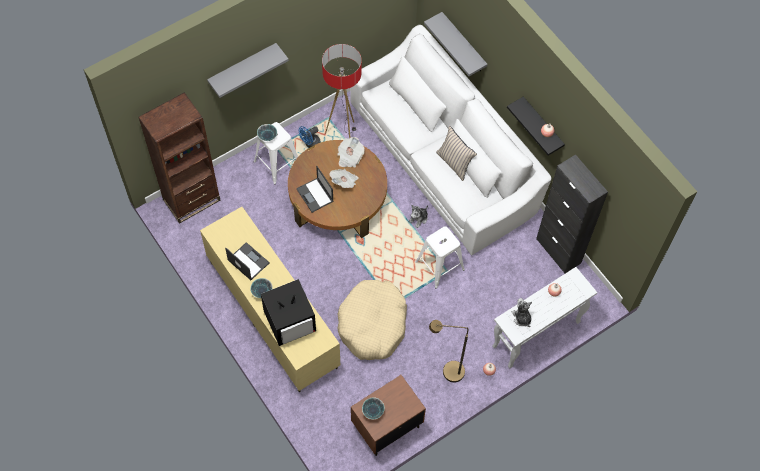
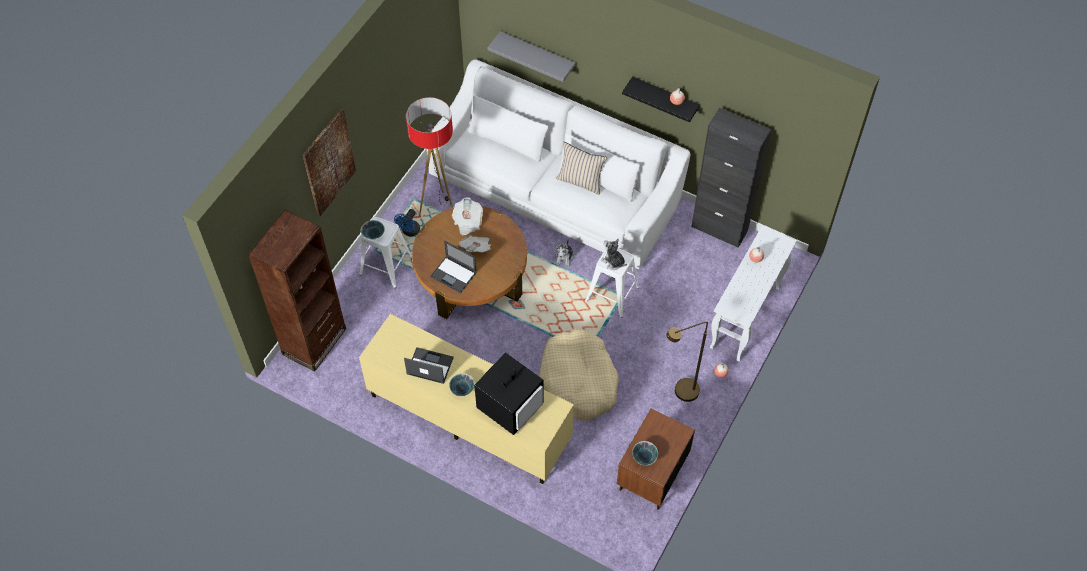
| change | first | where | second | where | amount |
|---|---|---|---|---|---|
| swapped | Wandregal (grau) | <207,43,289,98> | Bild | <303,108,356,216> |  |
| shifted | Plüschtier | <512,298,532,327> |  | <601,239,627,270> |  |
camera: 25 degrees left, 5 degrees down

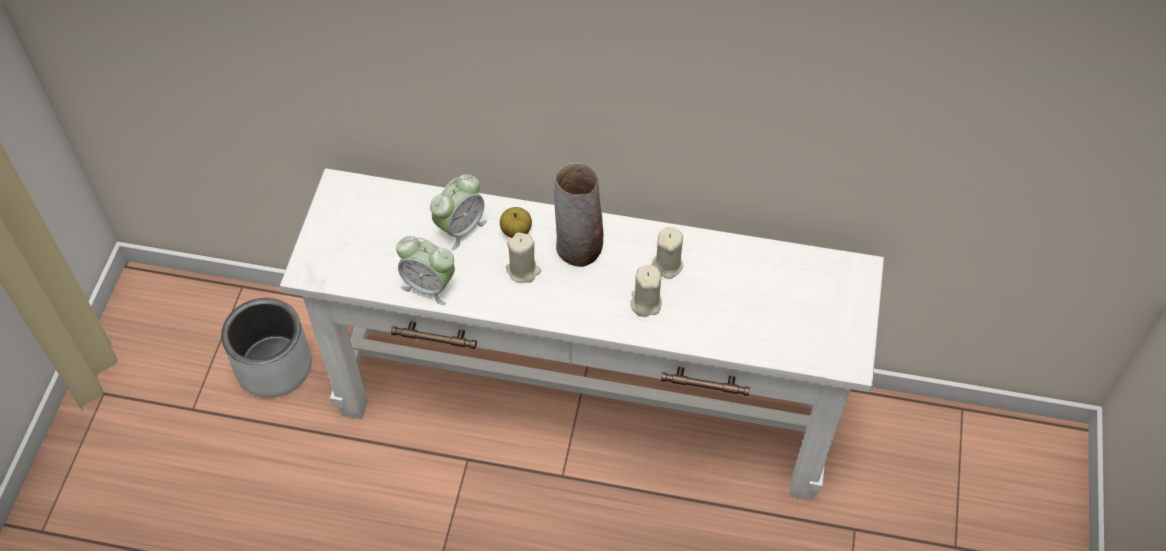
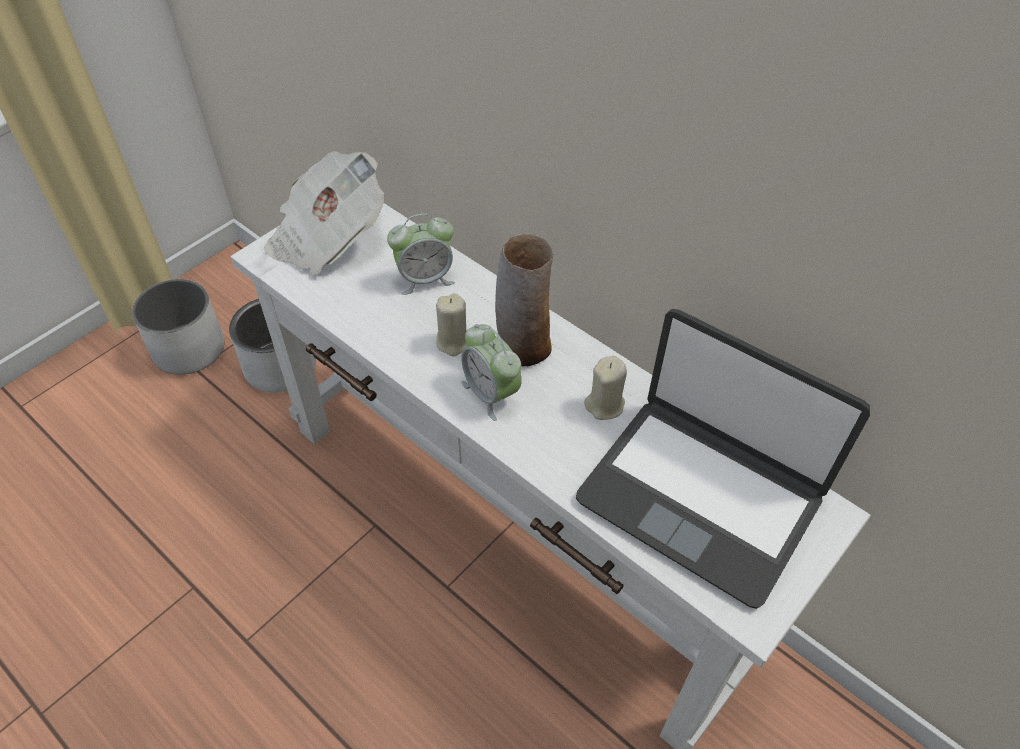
| change | first | where | second | where | amount |
|---|---|---|---|---|---|
| shifted | Wecker | <396,236,455,305> |  | <461,324,522,421> |  |
| gone | Apfel | <500,207,532,238> |  |  |  |
| gone | Kerze (beige) | <630,265,662,317> |  |  |  |
| new |  |  | Pflanzkübel (weiß) | <132,279,225,375> |  |
| new |  |  | Zeitung | <264,151,384,274> |  |
| new |  |  | Laptop | <576,309,870,609> |  |
camera: 30 degrees right, 5 degrees down

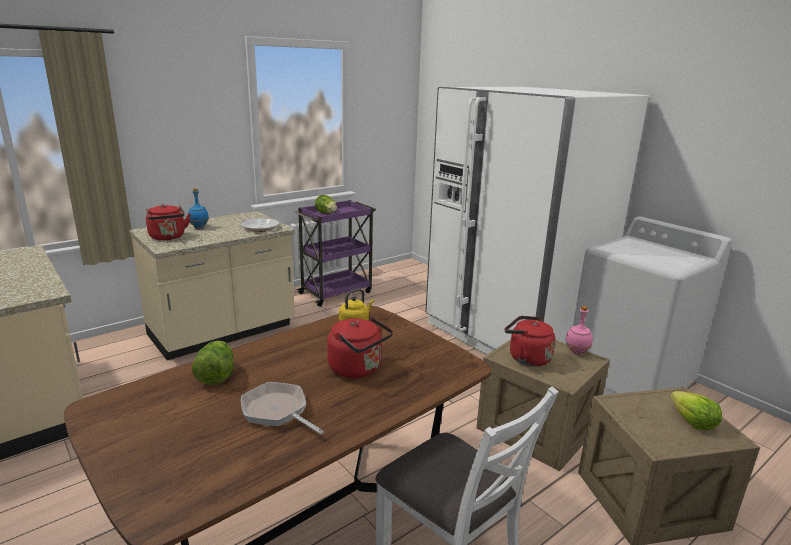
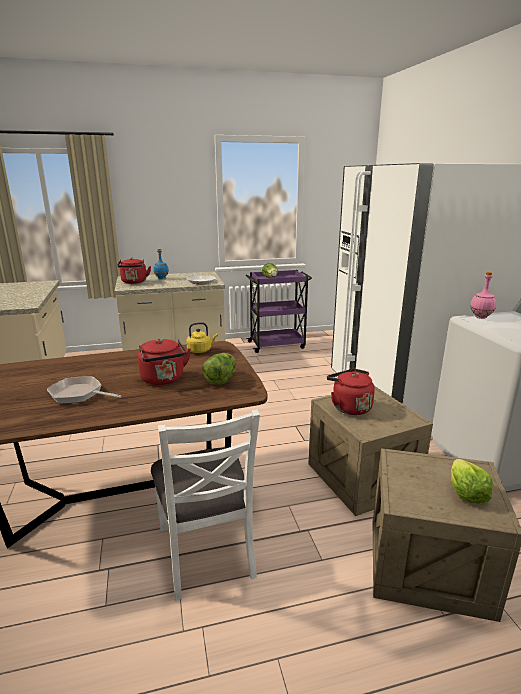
| change | first | where | second | where | amount |
|---|---|---|---|---|---|
| shifted | Salatkopf | <192,341,234,385> |  | <202,353,236,385> |  |
| rotated | Pfanne | <241,382,324,434> |  | <47,376,121,404> | 45 degrees counterclockwise |
| shifted | Flasche (rosa) | <565,306,593,355> |  | <470,272,496,319> |  |
camera: 25 degrees right, 0 degrees up

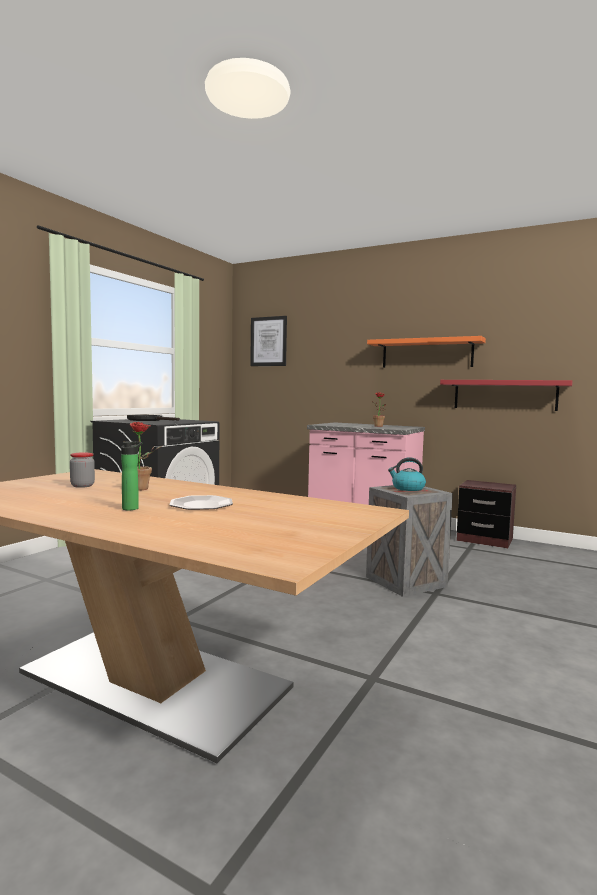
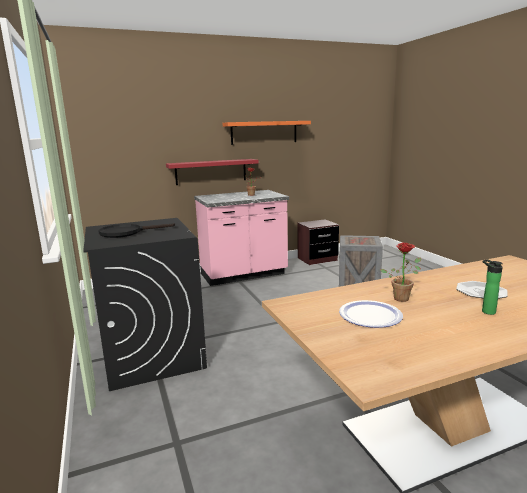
| change | first | where | second | where | amount |
|---|---|---|---|---|---|
| swapped | Vorratsglas | <70,452,95,488> | Teller | <339,300,403,328> |  |
| gone | Bild | <250,316,287,366> |  |  |  |
| gone | Wasserkessel | <388,457,426,491> |  |  |  |
| shifted | Wandregal (rot) | <440,380,573,411> |  | <166,159,259,185> |  |
camera: 50 degrees left, 10 degrees up

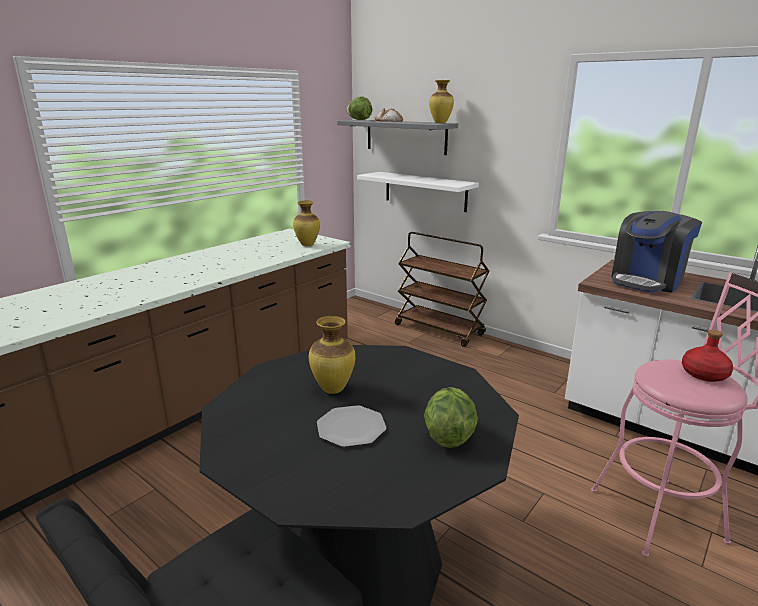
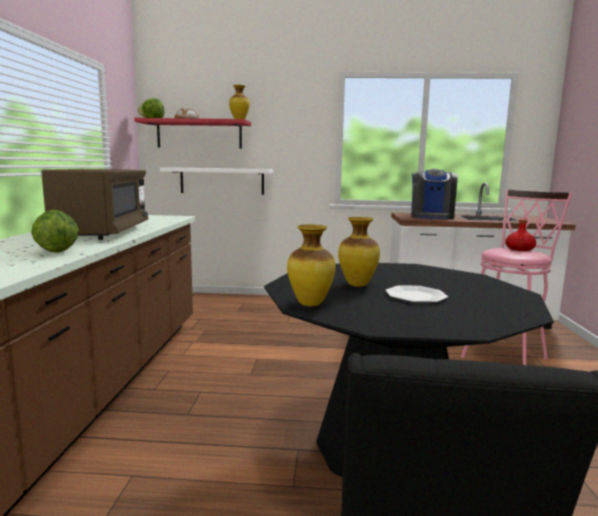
| change | first | where | second | where | amount |
|---|---|---|---|---|---|
| shifted | Vase | <293,201,320,246> |  | <287,225,336,306> |  |
| repainted | Wandregal (grau) | <337,120,458,155> | Wandregal (rot) | <134,118,251,149> |  |
| gone | Rollwagen (braun) | <395,232,489,347> |  |  |  |
| shifted | Salatkopf | <424,387,478,448> |  | <31,210,79,253> |  |
| new |  |  | Mikrowelle (braun) | <41,169,148,240> |  |
camera: 35 degrees left, 10 degrees down

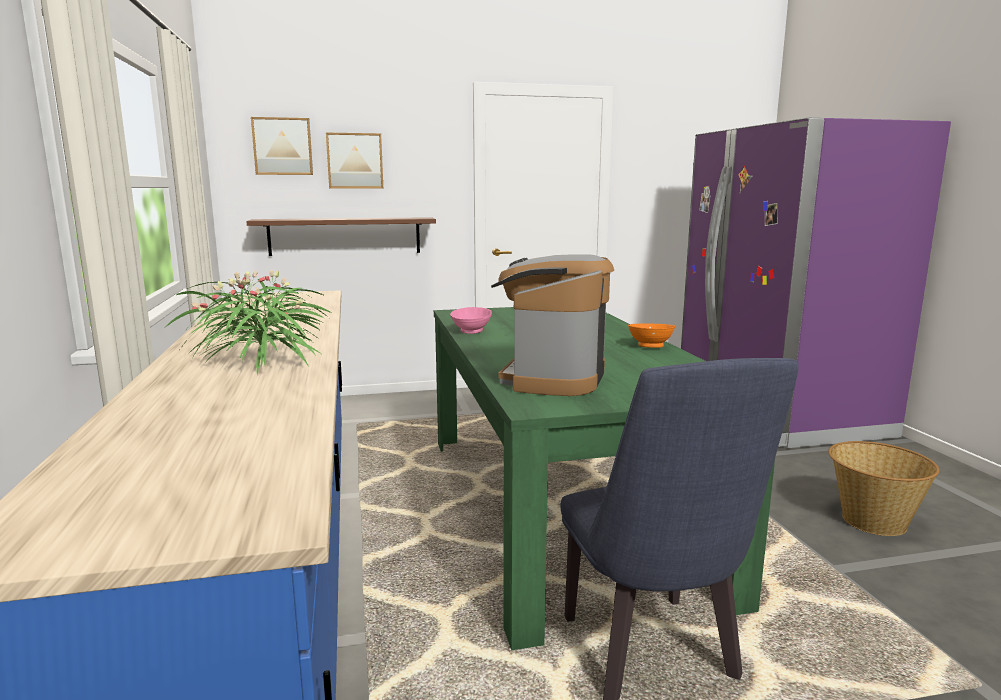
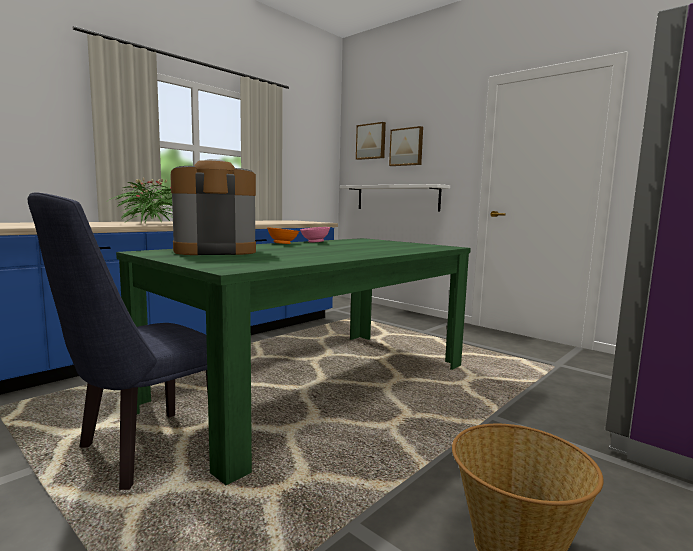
| change | first | where | second | where | amount |
|---|---|---|---|---|---|
| repainted | Wandregal (braun) | <246,217,436,256> | Wandregal (weiß) | <340,184,450,212> |  |
| shifted | Schüssel (orange) | <628,323,675,348> |  | <267,227,299,244> |  |
camera: 55 degrees right, 5 degrees down

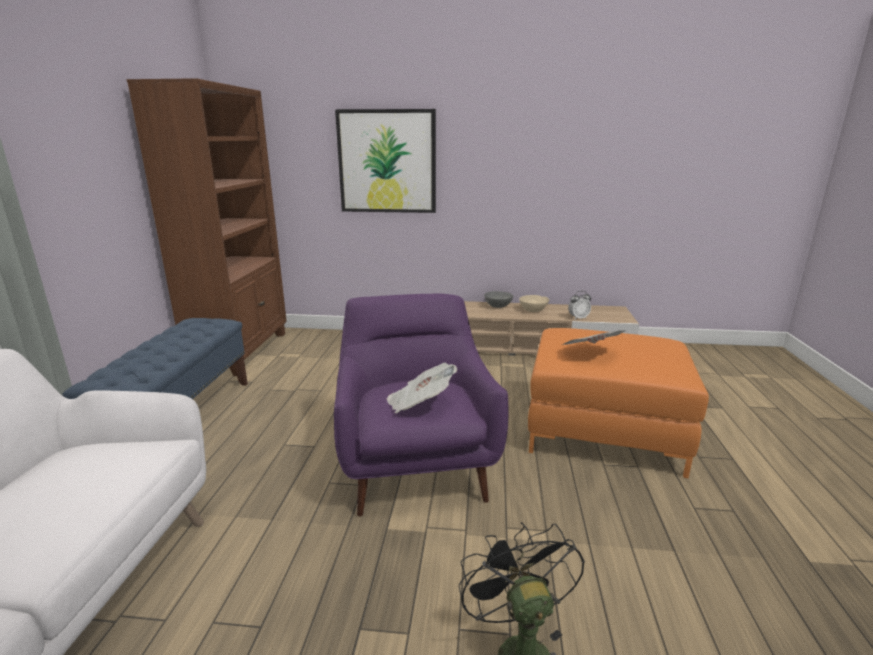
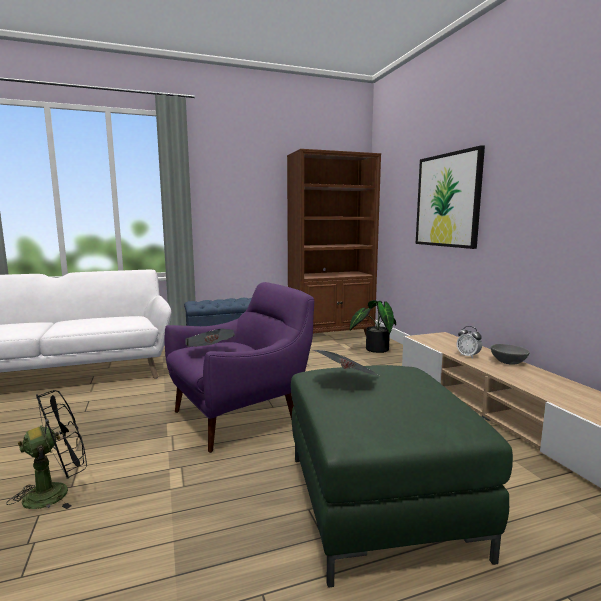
| change | first | where | second | where | amount |
|---|---|---|---|---|---|
| gone | Schüssel (beige) | <519,295,549,312> |  |  |  |
| repainted | Polsterhocker (orange) | <528,328,709,478> | Polsterhocker (grün) | <291,365,513,588> |  |
| shifted | Wecker | <568,291,591,320> |  | <457,326,482,359> |  |
| new |  |  | Topfpflanze | <349,300,396,353> |  |
camera: 65 degrees right, 10 degrees down

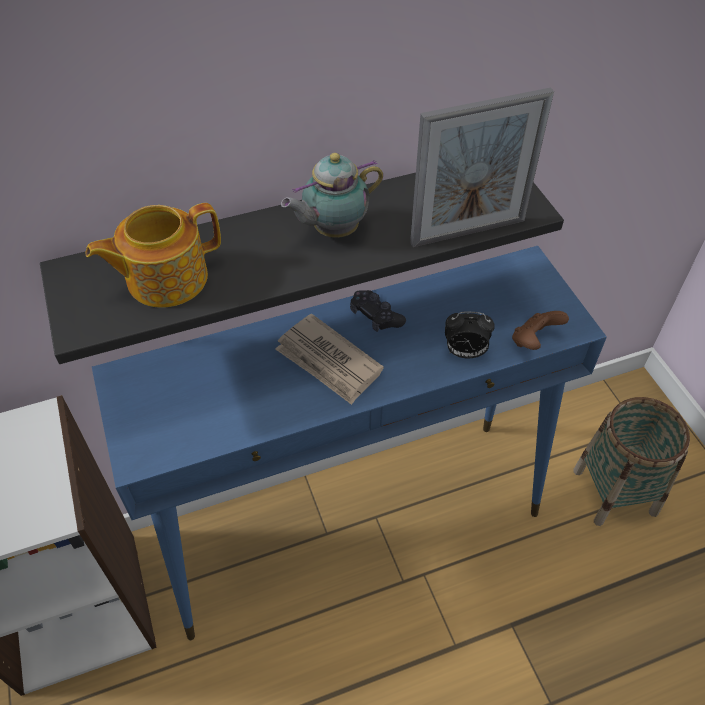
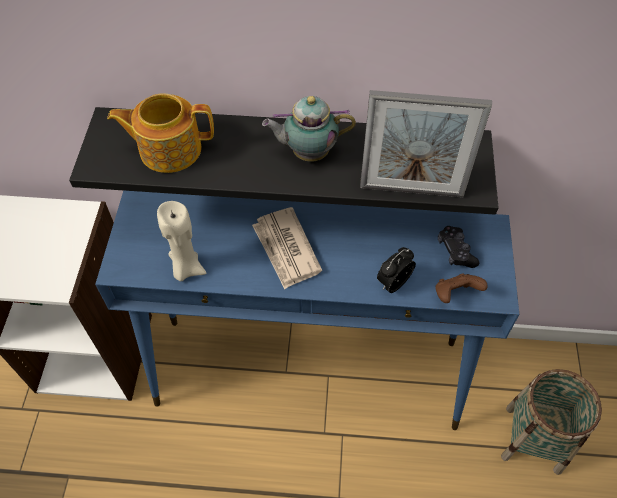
| change | first | where | second | where | amount |
|---|---|---|---|---|---|
| shifted | Gamepad (schwarz) | <350,290,406,332> |  | <438,226,479,268> |  |
| rotated | Wecker | <445,311,495,358> |  | <377,247,416,293> | 105 degrees clockwise |
| new |  |  | Kerze (beige) | <157,201,206,282> |  |
camera: 25 degrees right, 5 degrees up

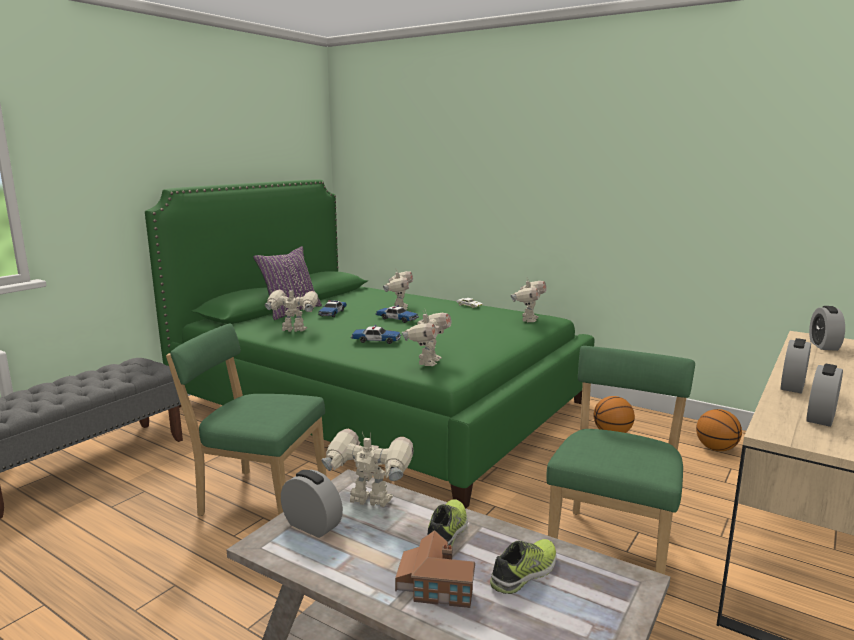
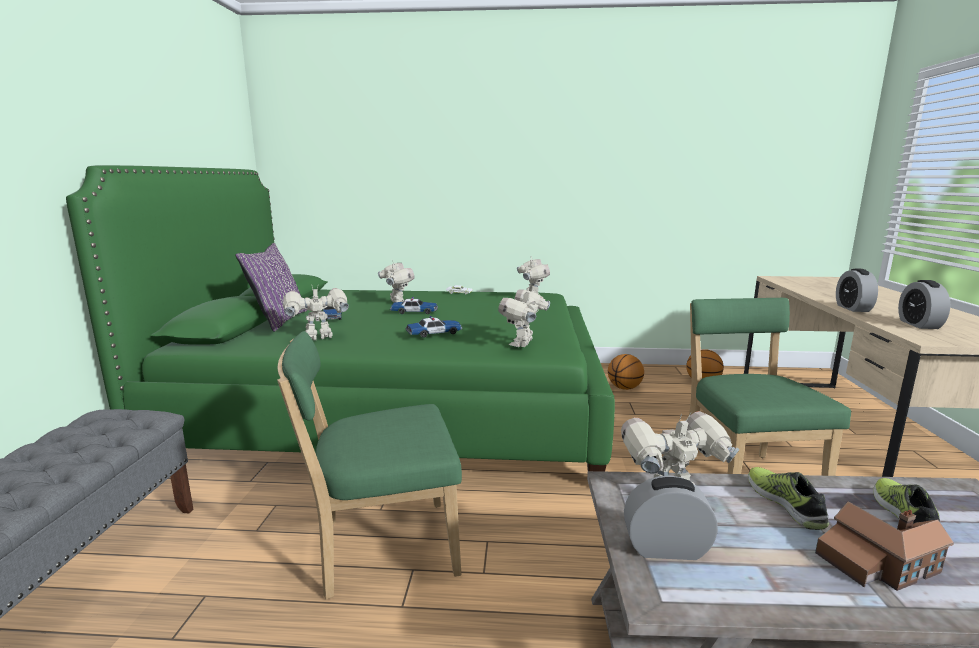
| change | first | where | second | where | amount |
|---|---|---|---|---|---|
| rotated | Spielzeugroboter | <402,310,451,366> |  | <498,286,550,347> | 150 degrees counterclockwise |
| gone | Wecker | <809,306,845,351> |  |  |  |
camera: 30 degrees left, 0 degrees up

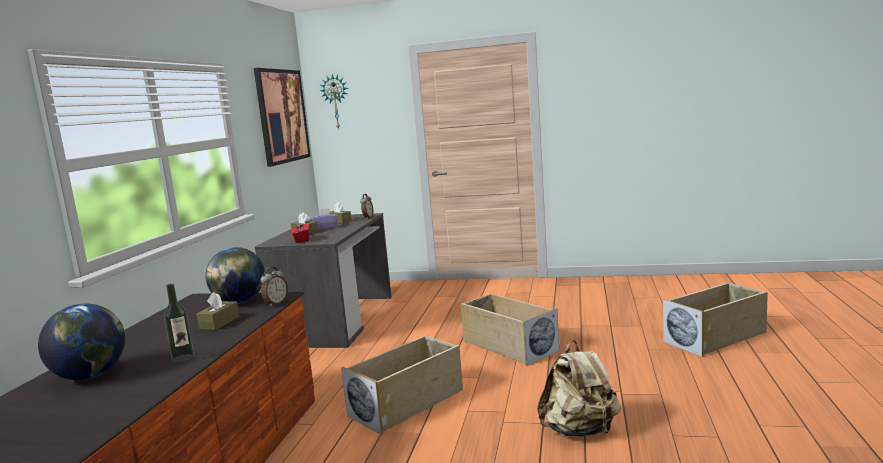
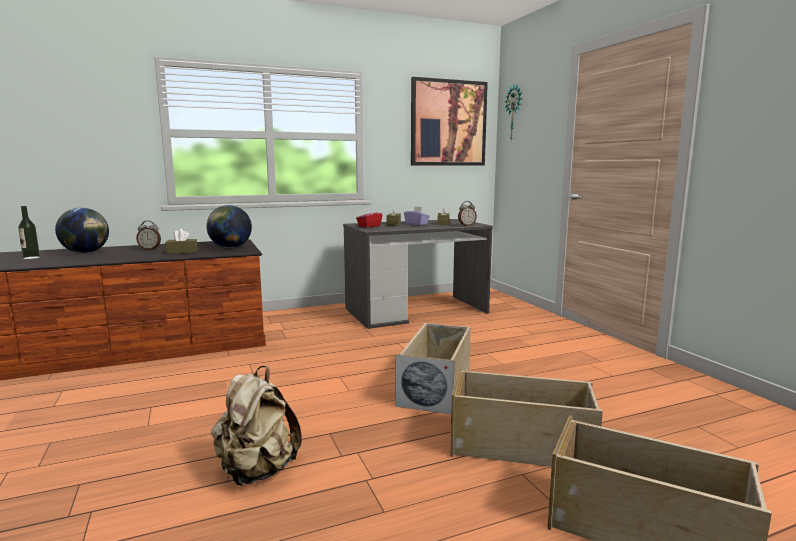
| change | first | where | second | where | amount |
|---|---|---|---|---|---|
| shifted | Flasche | <164,284,194,363> |  | <18,206,40,259> |  |
| shifted | Wecker | <260,267,288,307> |  | <136,221,161,250> |  |
| shifted | Aufbewahrungsbox (beige) | <341,335,463,435> |  | <450,367,603,467> |  |
camera: 55 degrees right, 0 degrees up

